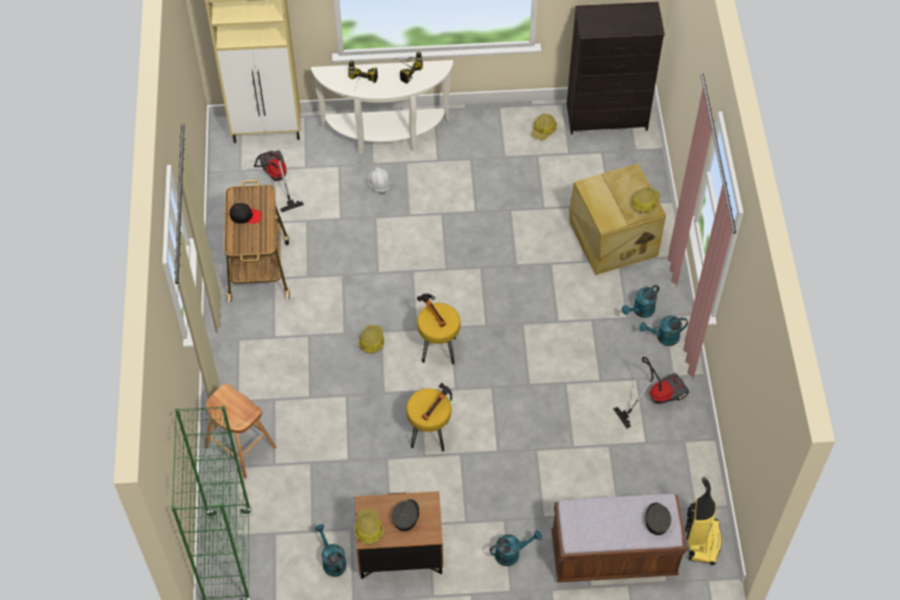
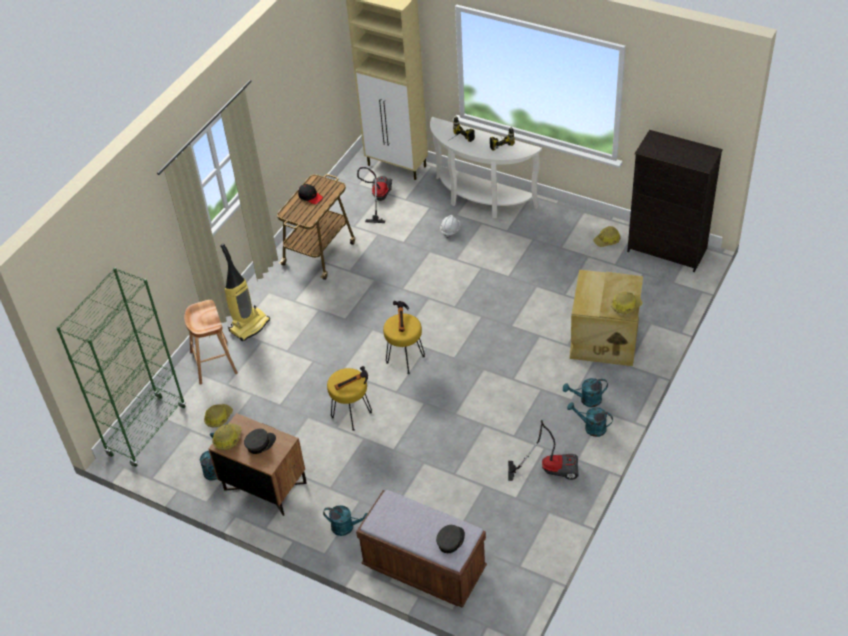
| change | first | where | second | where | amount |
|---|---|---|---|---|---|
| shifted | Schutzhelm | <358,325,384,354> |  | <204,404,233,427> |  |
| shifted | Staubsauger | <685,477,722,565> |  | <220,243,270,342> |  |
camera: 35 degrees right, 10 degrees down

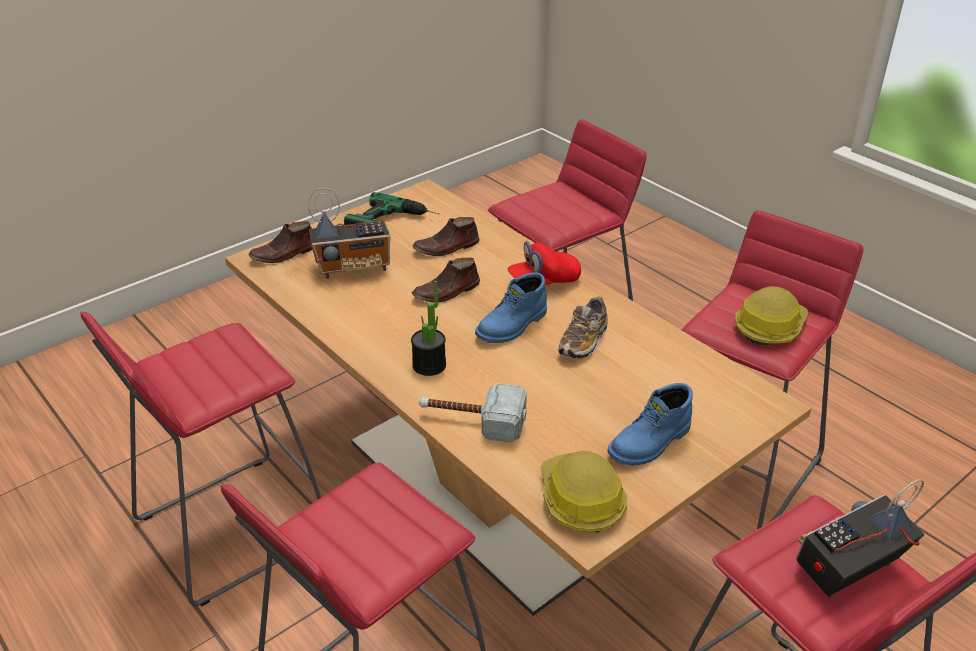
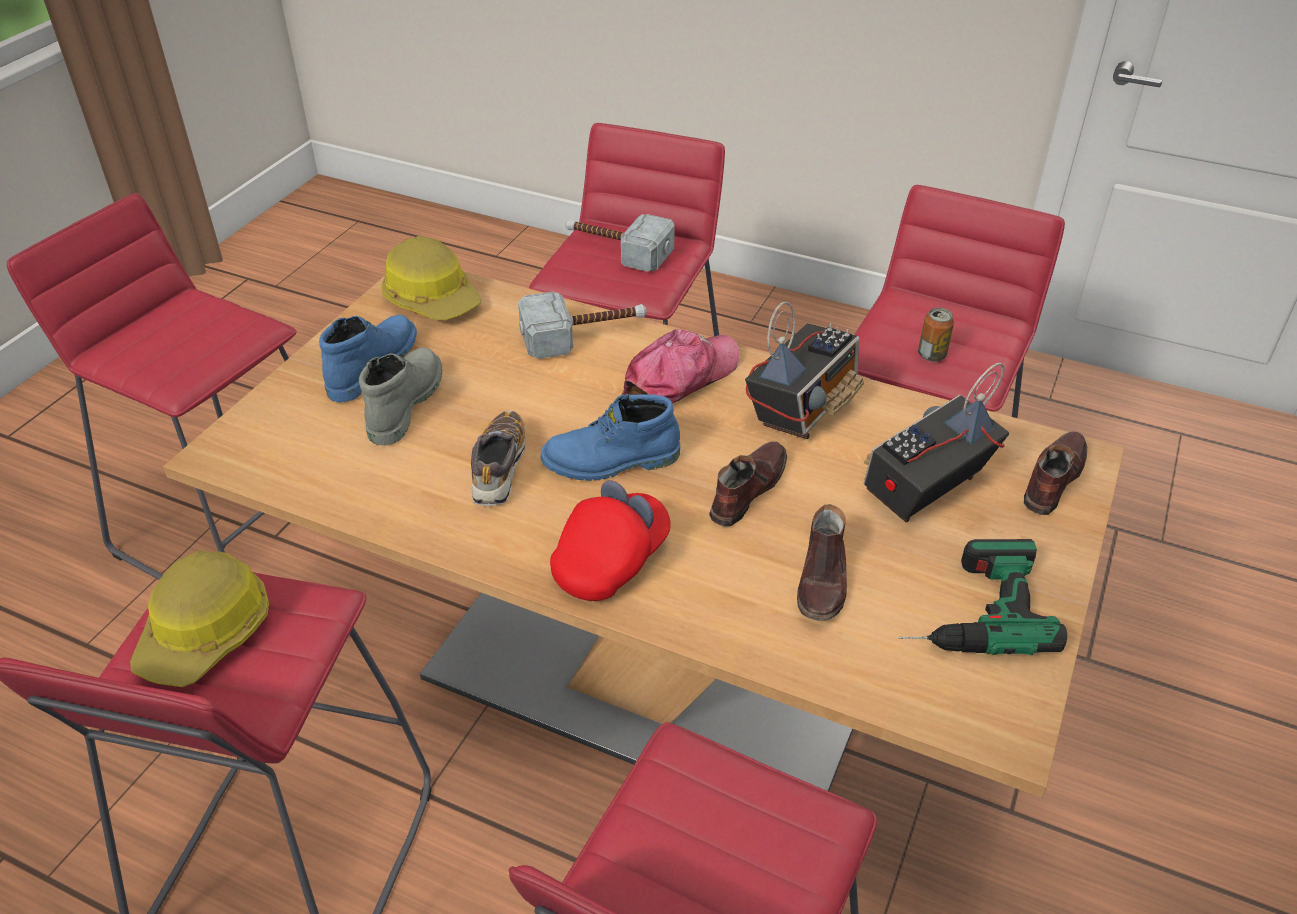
| change | first | where | second | where | amount |
|---|---|---|---|---|---|
| swapped | Topfpflanze | <411,281,446,376> | Kappe | <621,329,740,404> |  |
| rotated | Schuh (braun) | <413,217,479,256> |  | <797,504,847,621> | 150 degrees clockwise |
| rotated | Stiefel (blau) | <475,272,547,343> |  | <540,394,680,481> | 120 degrees counterclockwise |
| shifted | Radio | <796,479,924,598> |  | <745,301,864,439> |  |
| new |  |  | Stiefel (grau) | <359,348,443,446> |  |
| new |  |  | Hammer | <565,214,675,272> |  |
| new |  |  | Dose | <918,308,954,362> |  |
camera: 155 degrees right, 5 degrees up

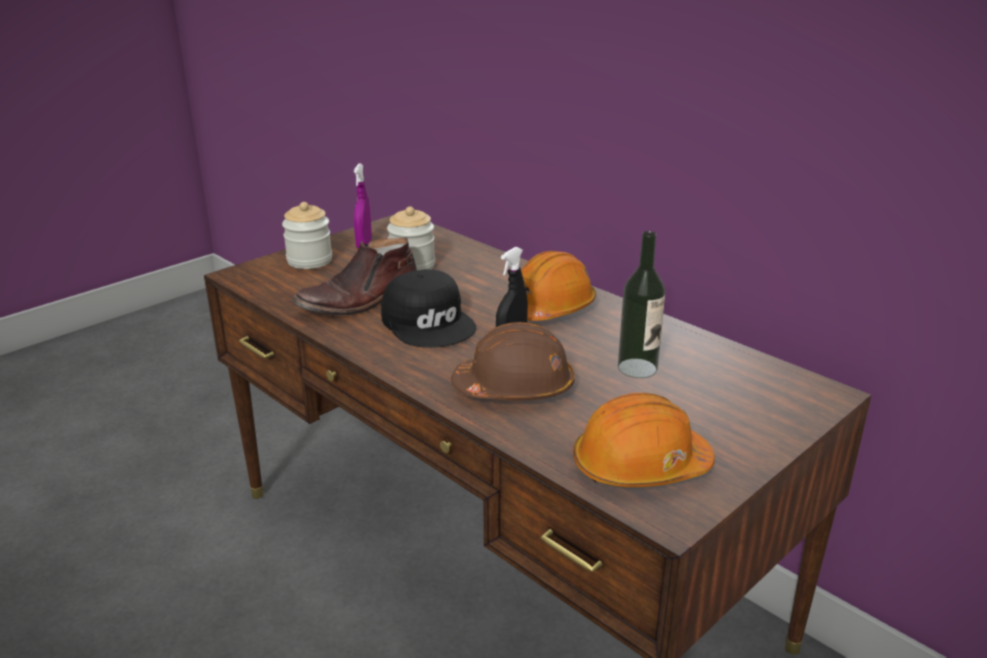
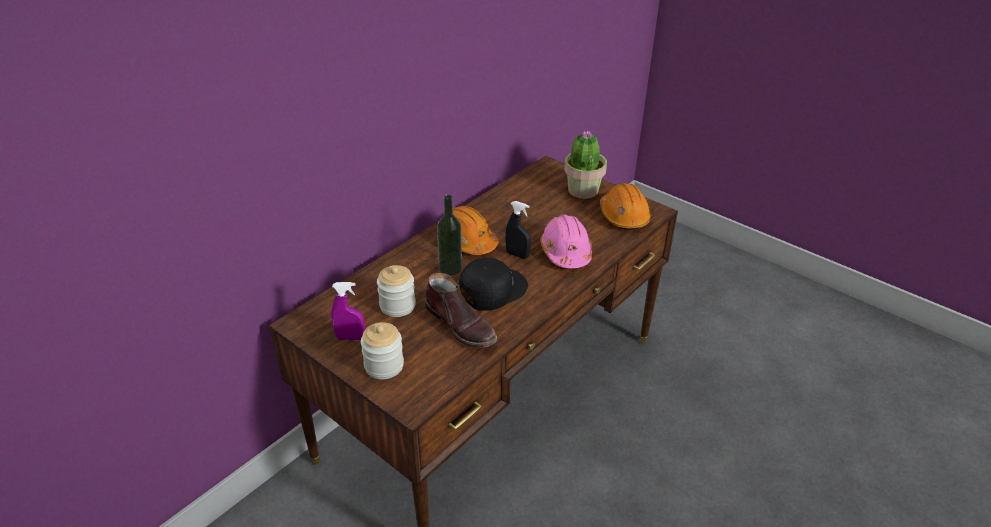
| change | first | where | second | where | amount |
|---|---|---|---|---|---|
| repainted | Schutzhelm (braun) | <451,322,575,401> | Schutzhelm (rosa) | <540,215,592,268> |  |
| shifted | Flasche | <618,231,665,378> |  | <437,195,462,276> |  |
| new |  |  | Topfpflanze | <564,131,607,199> |  |
camera: 95 degrees left, 10 degrees up

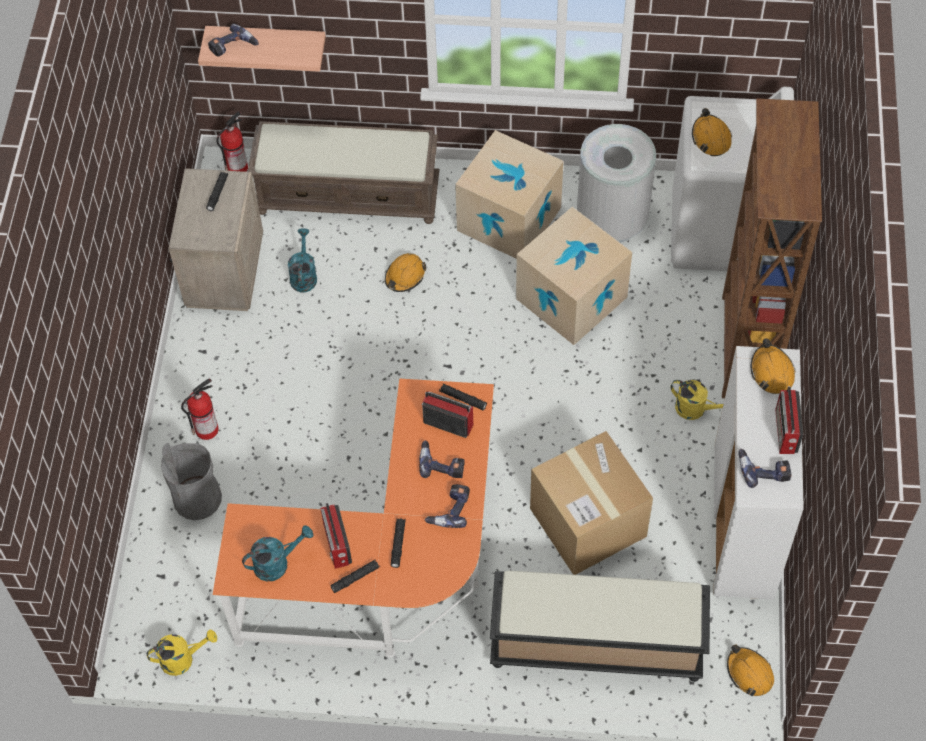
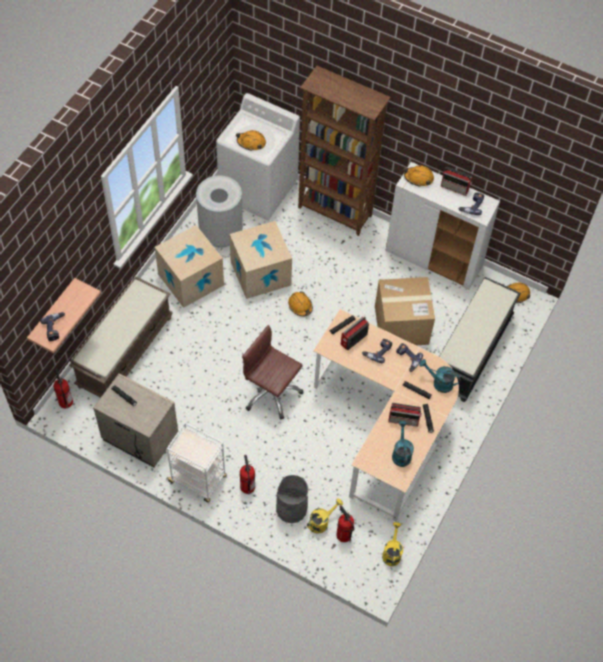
| change | first | where | second | where | amount |
|---|---|---|---|---|---|
| repainted | Schreibtisch (orange) | <213,379,494,658> | Schreibtisch (beige) | <313,309,459,522> |  |
| shifted | Gießkanne (türkis) | <288,229,317,293> |  | <419,359,461,393> |  |
| shifted | Schutzhelm (orange) | <385,253,426,292> |  | <288,291,313,317> |  |
| shifted | Gießkanne (gelb) | <670,380,723,420> |  | <307,498,343,534> |  |
| new |  |  | Rollwagen (weiß) | <166,422,226,502> |  |
| new |  |  | Bürostuhl (braun) | <242,325,303,420> |  |
| new |  |  | Feuerlöscher | <336,505,354,542> |  |
camera: 70 degrees left, 0 degrees up

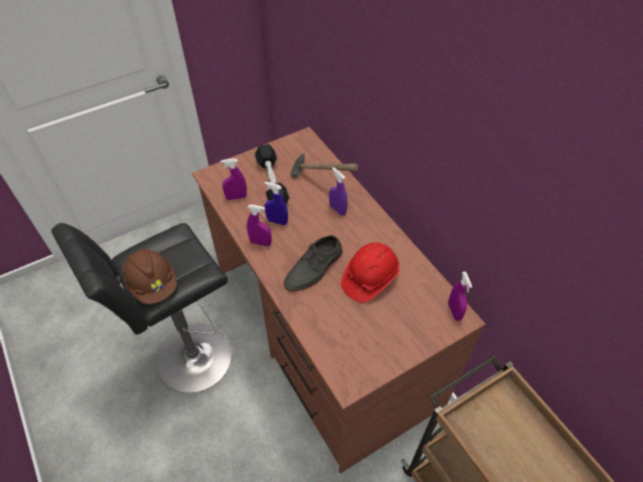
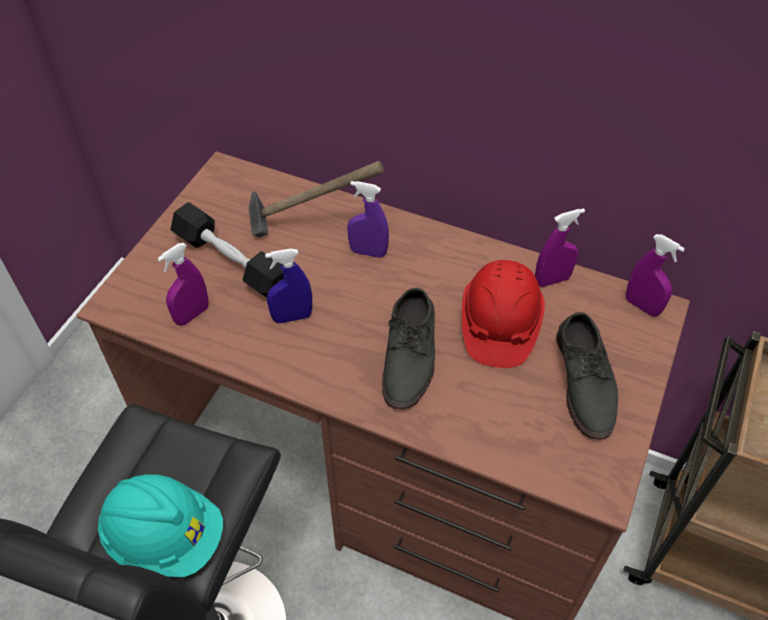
| change | first | where | second | where | amount |
|---|---|---|---|---|---|
| repainted | Schutzhelm (braun) | <123,248,177,304> | Schutzhelm (türkis) | <98,474,223,577> |  |
| shifted | Sprühflasche (lila) | <247,204,272,246> |  | <535,208,585,287> |  |
| new |  |  | Schuh (grau) | <556,312,618,440> |  |
camera: 35 degrees left, 0 degrees up

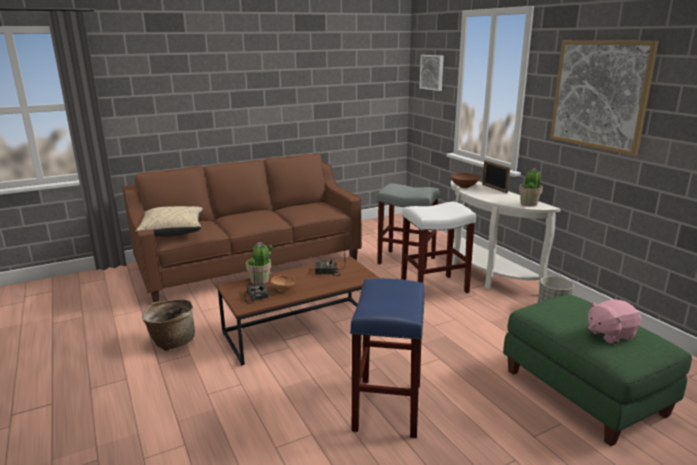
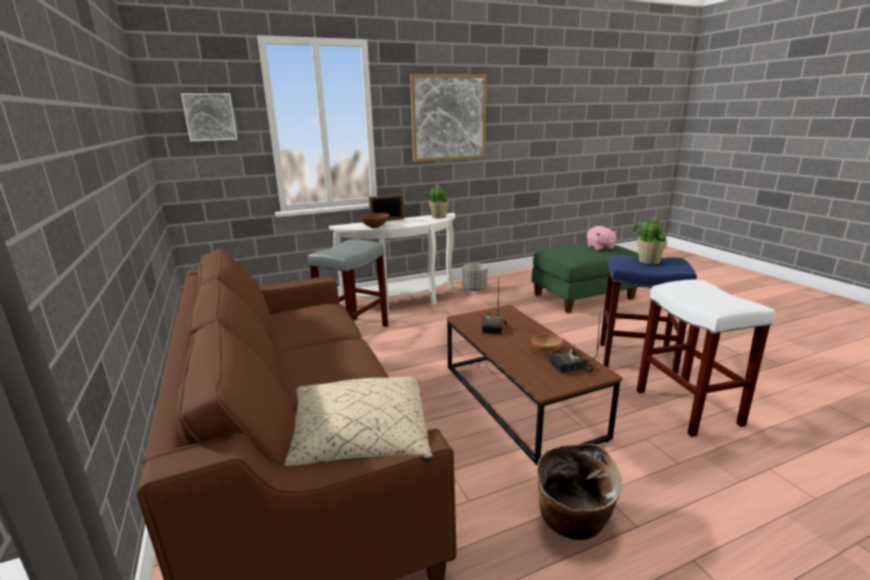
| change | first | where | second | where | amount |
|---|---|---|---|---|---|
| shifted | Topfpflanze | <246,242,273,284> |  | <633,216,668,264> |  |
| shifted | Hocker (weiß) | <401,202,476,293> |  | <637,279,775,437> |  |
camera: 85 degrees left, 0 degrees up

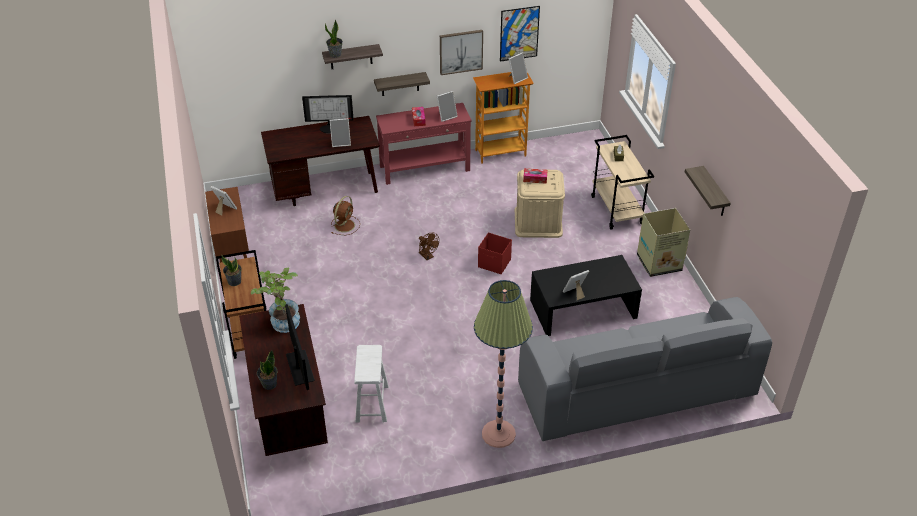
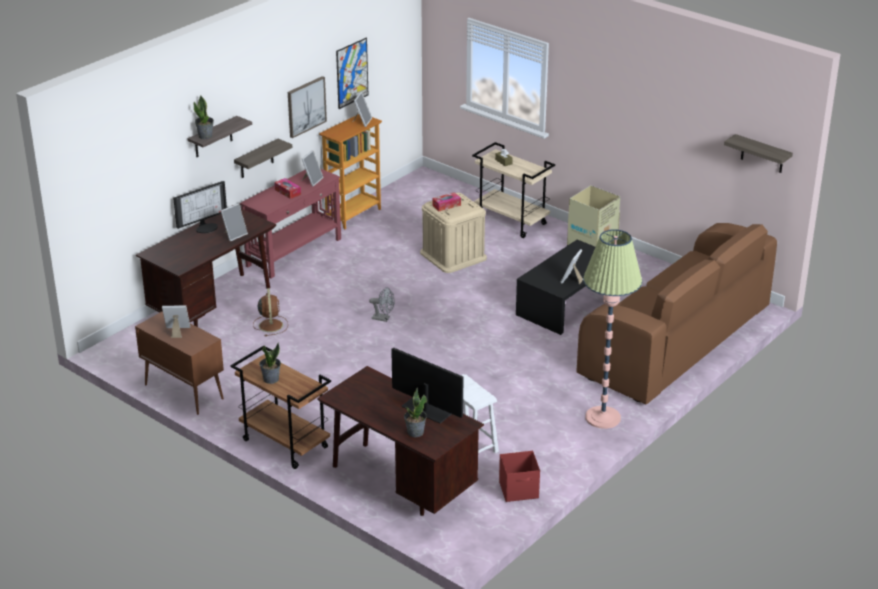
| change | first | where | second | where | amount |
|---|---|---|---|---|---|
| gone | Topfpflanze | <251,268,300,333> |  |  |  |
| repainted | Ventilator (braun) | <419,232,439,260> | Ventilator (grau) | <369,287,395,322> |  |
| shifted | Aufbewahrungsbox (rot) | <478,232,512,274> |  | <499,451,540,502> |  |
| repainted | Sofa (grau) | <518,297,772,441> | Sofa (braun) | <576,223,777,405> |  |
| shifted | Wandregal | <685,166,731,216> |  | <724,134,793,173> |  |
camera: 35 degrees left, 10 degrees down

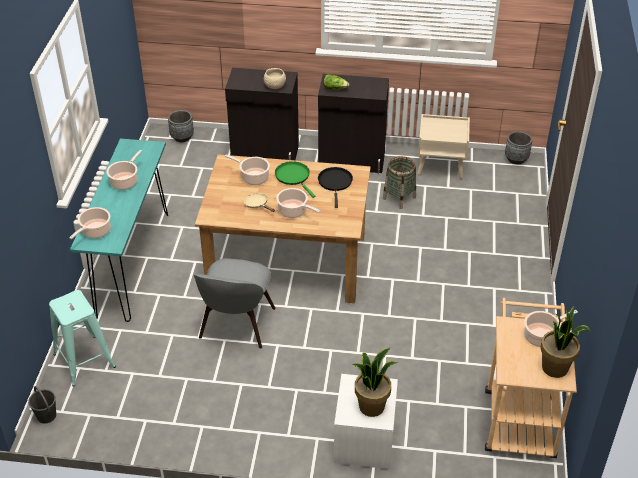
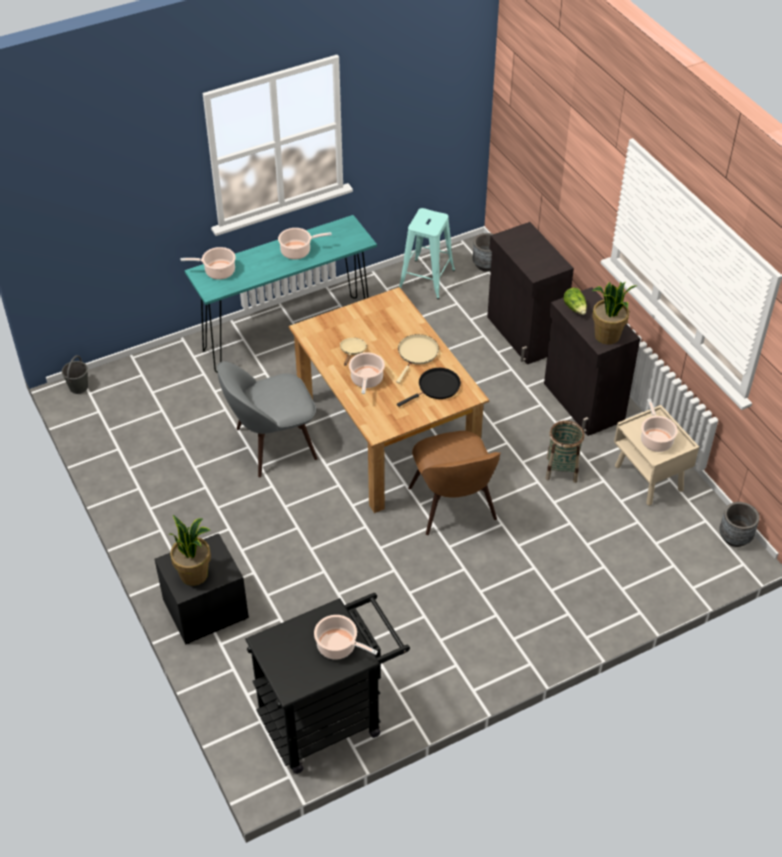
| change | first | where | second | where | amount |
|---|---|---|---|---|---|
| shifted | Hocker (türkis) | <49,290,116,387> |  | <399,208,455,299> |  |
| shifted | Kochtopf | <225,154,270,185> |  | <641,399,678,452> |  |
| gone | Schüssel (beige) | <264,68,286,89> |  |  |  |
| repainted | Pfanne (grün) | <275,161,315,198> | Pfanne (beige) | <396,334,439,383> |  |
| repainted | Nachttisch (weiß) | <334,374,398,469> | Nachttisch (schwarz) | <154,533,249,644> |  |
| repainted | Rollwagen (beige) | <485,298,577,458> | Rollwagen (schwarz) | <245,593,410,774> |  |
| shifted | Topfpflanze | <540,306,591,378> |  | <592,281,636,345> |  |
| new |  |  | Stuhl (braun) | <408,431,501,535> |  |
camera: 55 degrees right, 5 degrees up

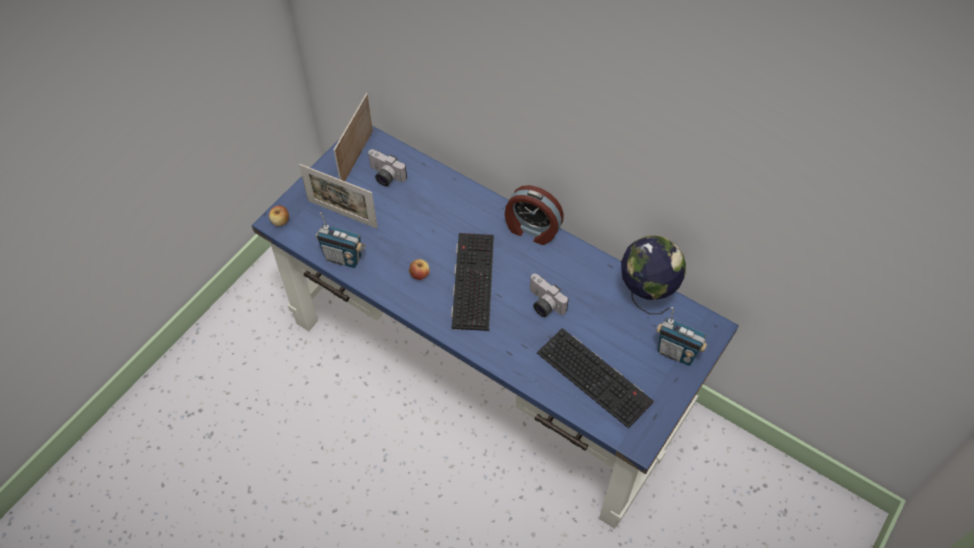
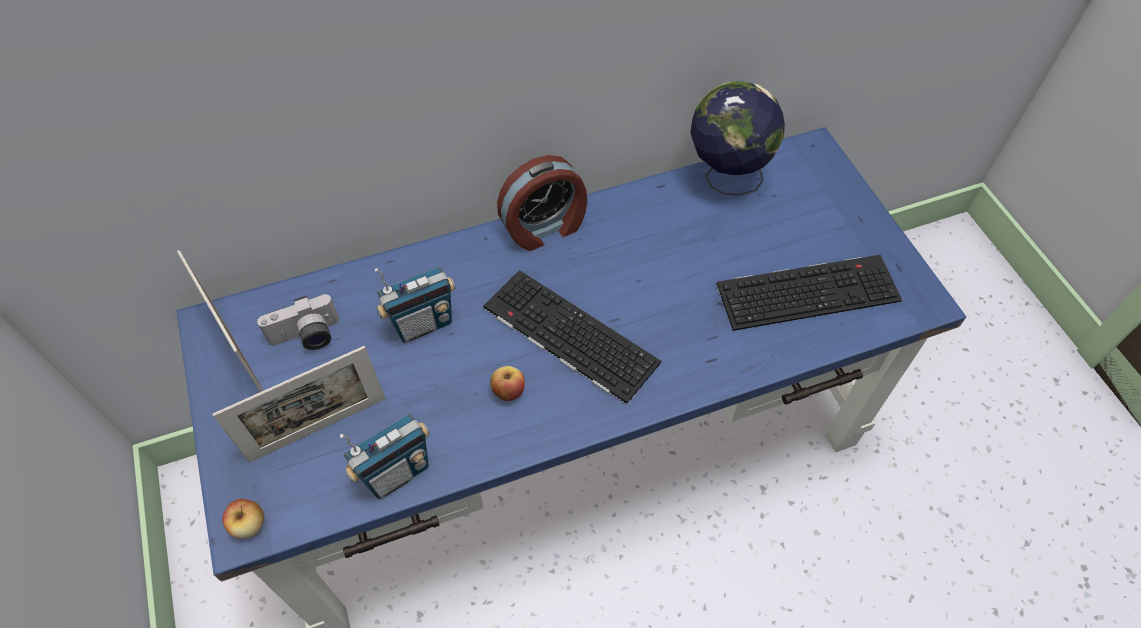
| change | first | where | second | where | amount |
|---|---|---|---|---|---|
| gone | Kamera | <530,274,569,317> |  |  |  |
| shifted | Radio | <656,307,707,366> |  | <375,267,456,343> |  |
camera: 55 degrees left, 0 degrees up

